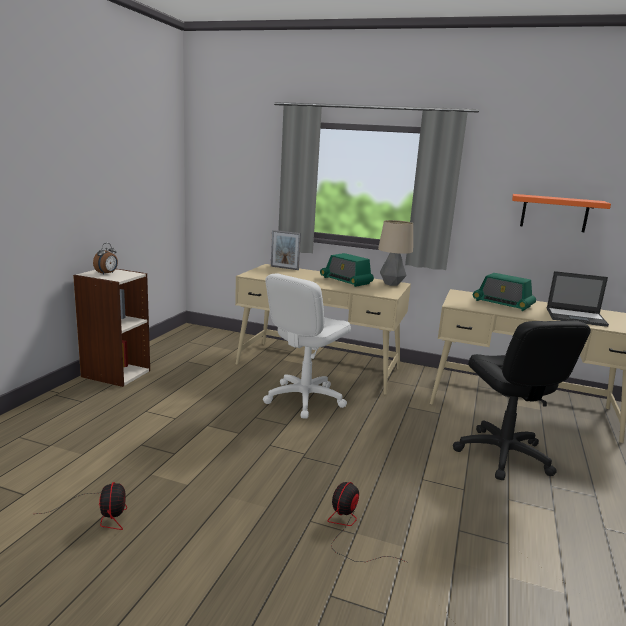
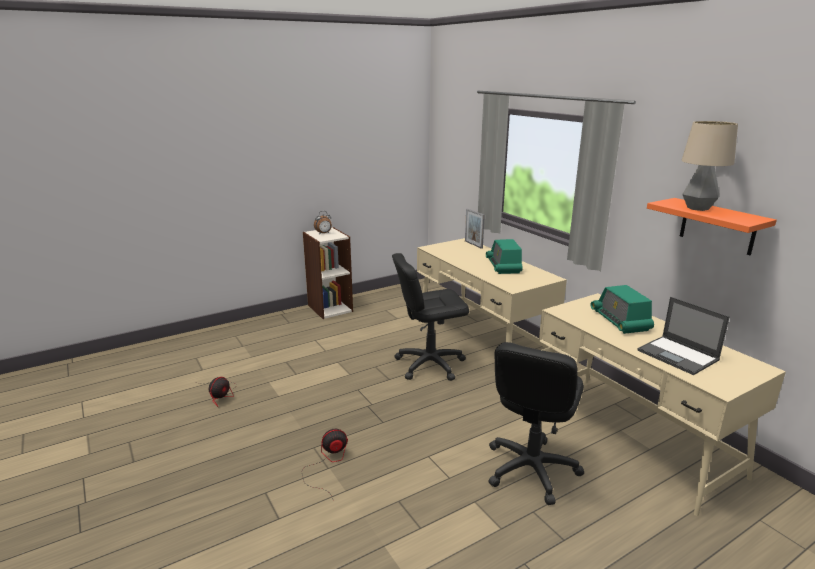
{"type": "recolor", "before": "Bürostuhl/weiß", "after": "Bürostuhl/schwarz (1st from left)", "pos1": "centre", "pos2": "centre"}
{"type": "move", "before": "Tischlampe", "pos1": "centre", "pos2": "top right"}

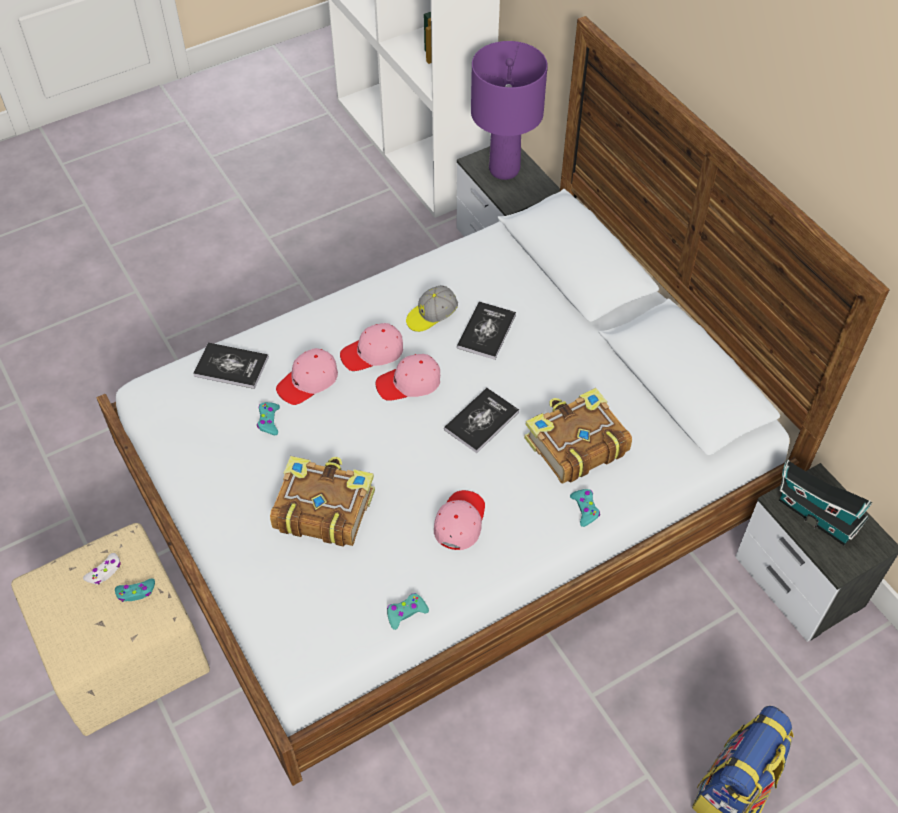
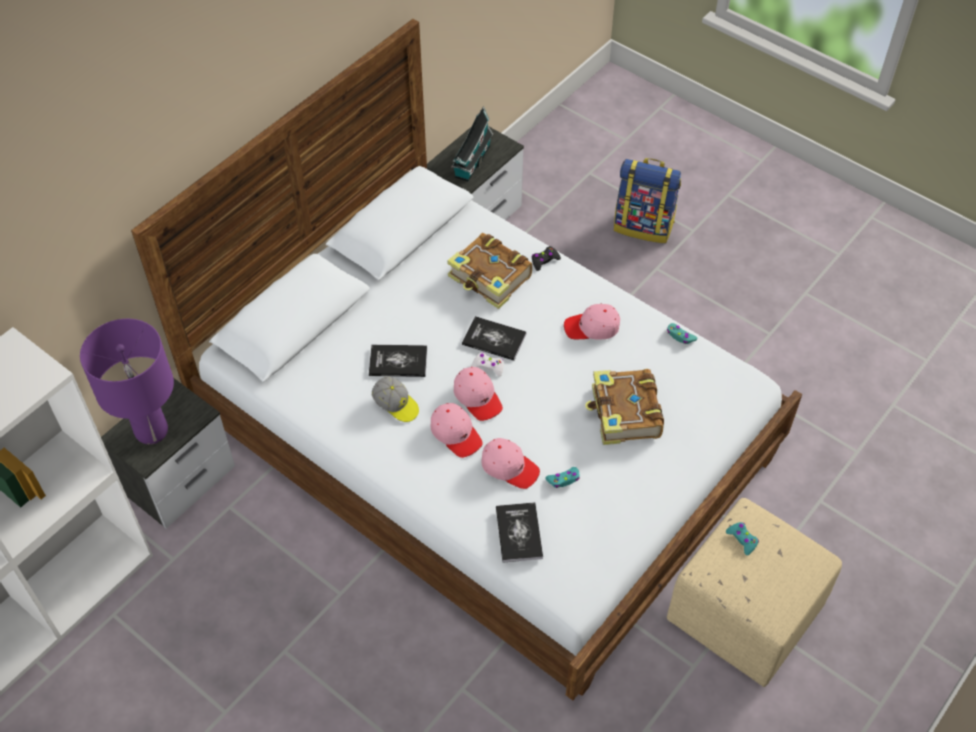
{"type": "move", "before": "Gamepad/weiß", "pos1": "bottom left", "pos2": "centre"}
{"type": "recolor", "before": "Gamepad/türkis (4th from left)", "after": "Gamepad/schwarz", "pos1": "centre", "pos2": "centre"}

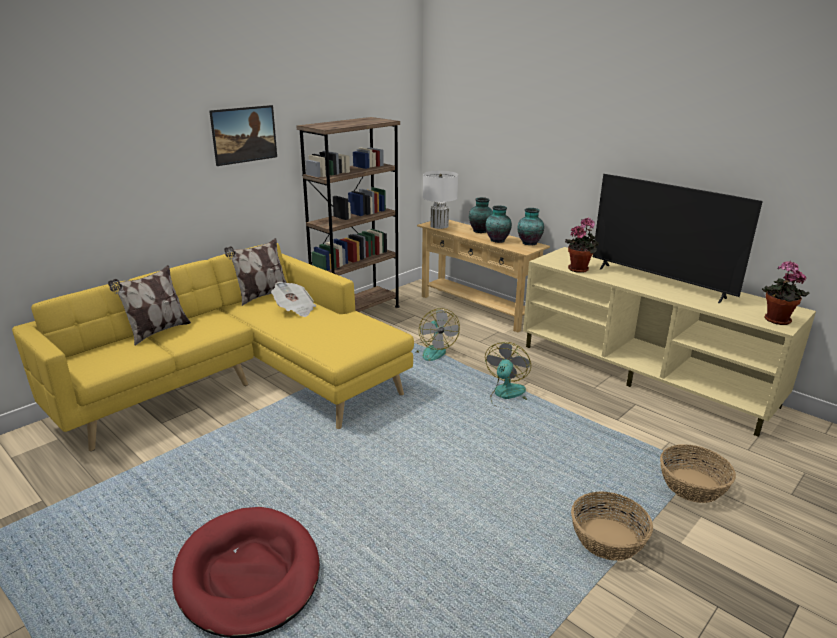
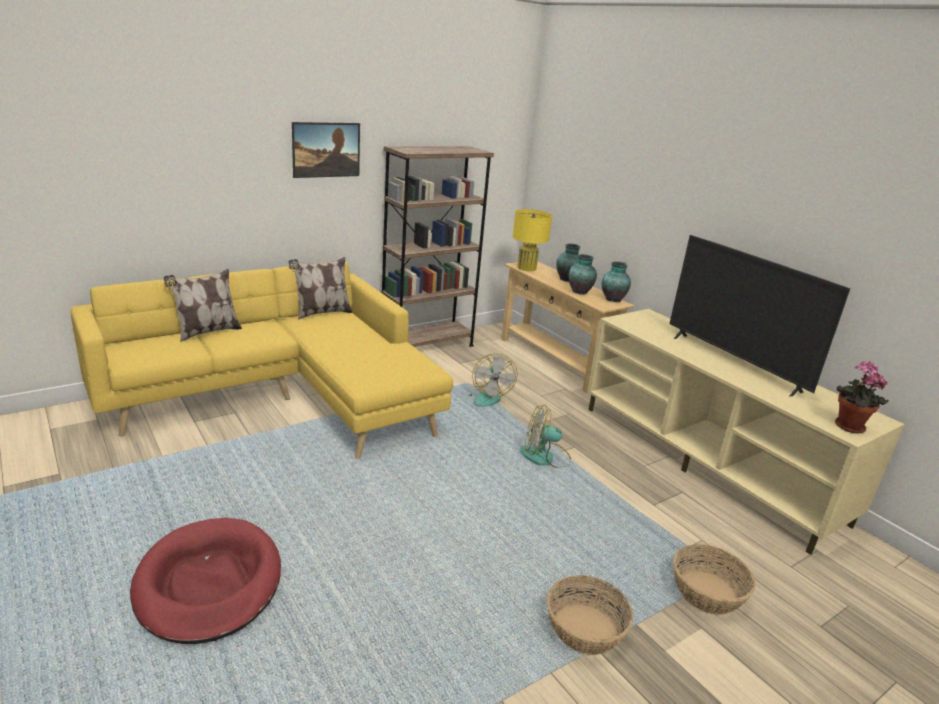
{"type": "delete", "before": "Zeitung", "pos1": "centre"}
{"type": "recolor", "before": "Tischlampe/weiß", "after": "Tischlampe/gelb", "pos1": "top centre", "pos2": "centre"}
{"type": "rotate", "before": "Ventilator (2nd from left)", "pos1": "centre", "pos2": "centre", "turn": -120}
{"type": "delete", "before": "Topfpflanze (1st from left)", "pos1": "middle right"}

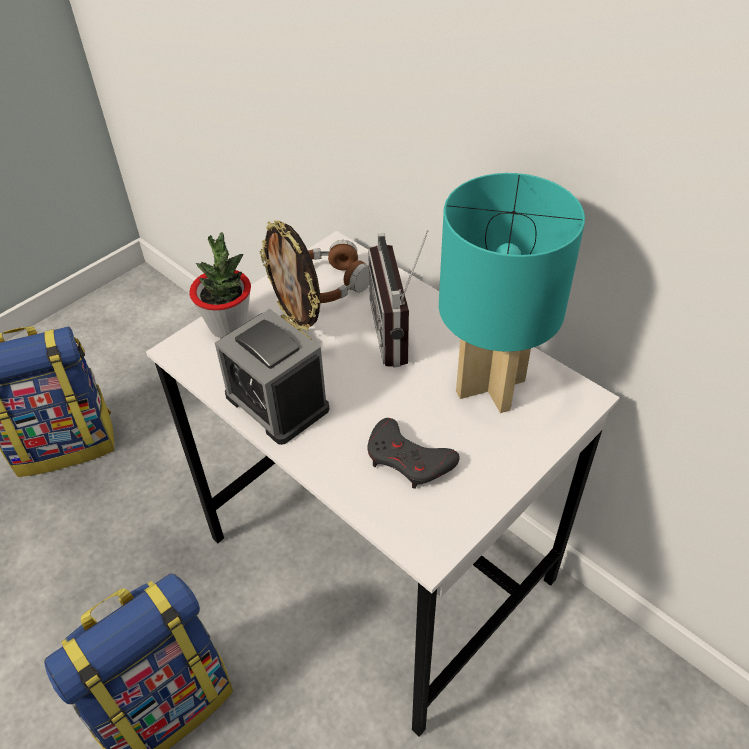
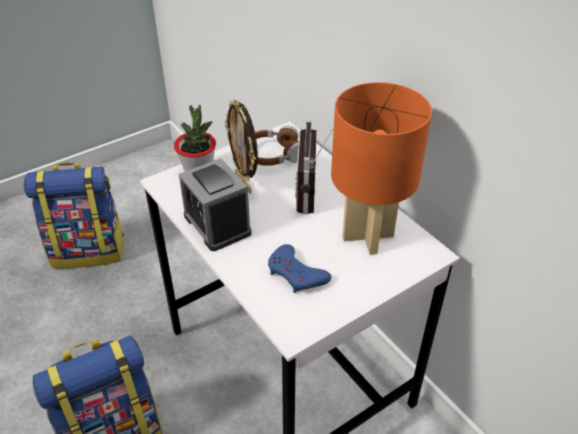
{"type": "recolor", "before": "Gamepad/grau", "after": "Gamepad/blau", "pos1": "centre", "pos2": "centre"}
{"type": "recolor", "before": "Tischlampe/türkis", "after": "Tischlampe/orange", "pos1": "middle right", "pos2": "centre"}

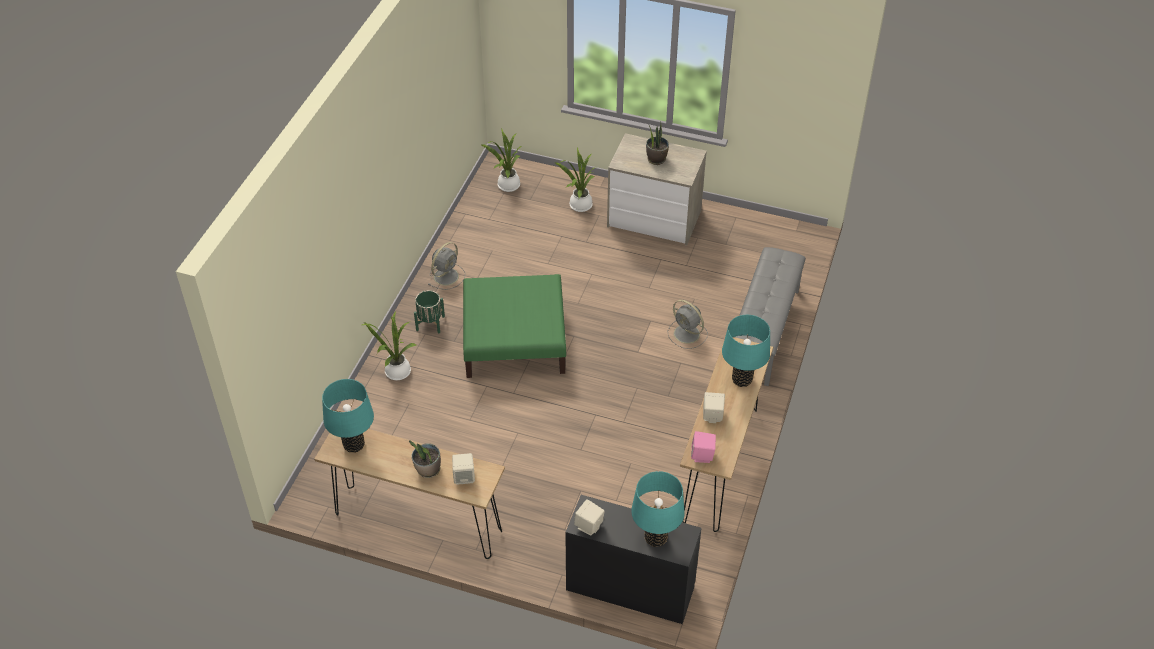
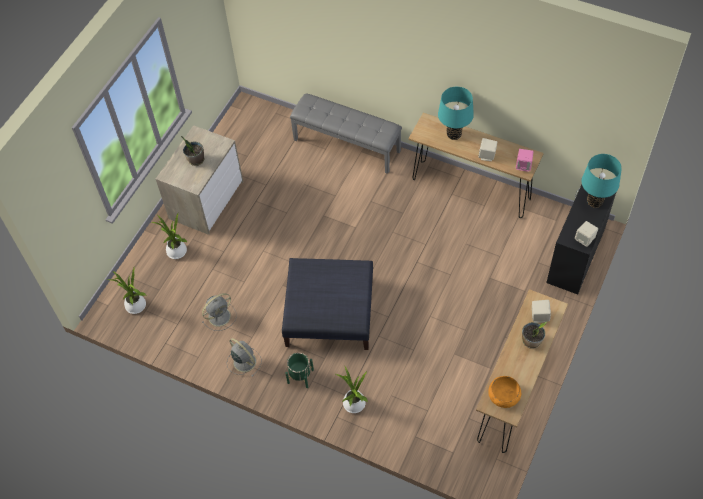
{"type": "replace", "before": "Tischlampe/türkis (1st from left)", "after": "Schüssel/orange", "pos1": "middle left", "pos2": "bottom right"}
{"type": "recolor", "before": "Polsterhocker/grün", "after": "Polsterhocker/blau", "pos1": "centre", "pos2": "centre"}
{"type": "move", "before": "Ventilator/grau (2nd from left in the first image)", "after": "Ventilator/grau (1st from left)", "pos1": "centre", "pos2": "middle left"}

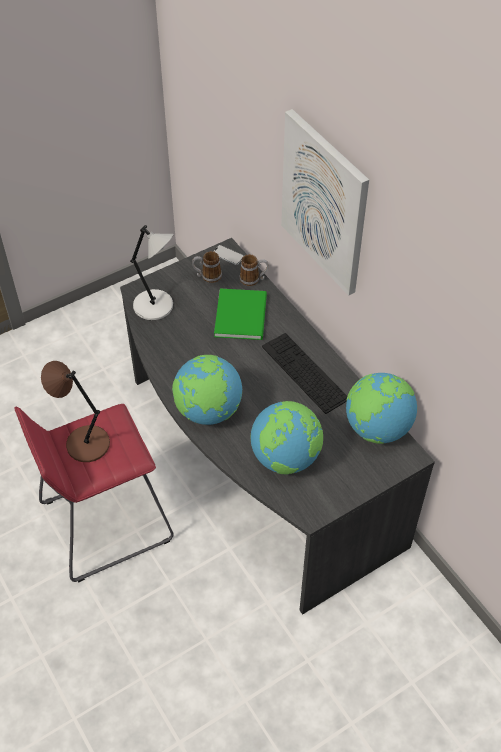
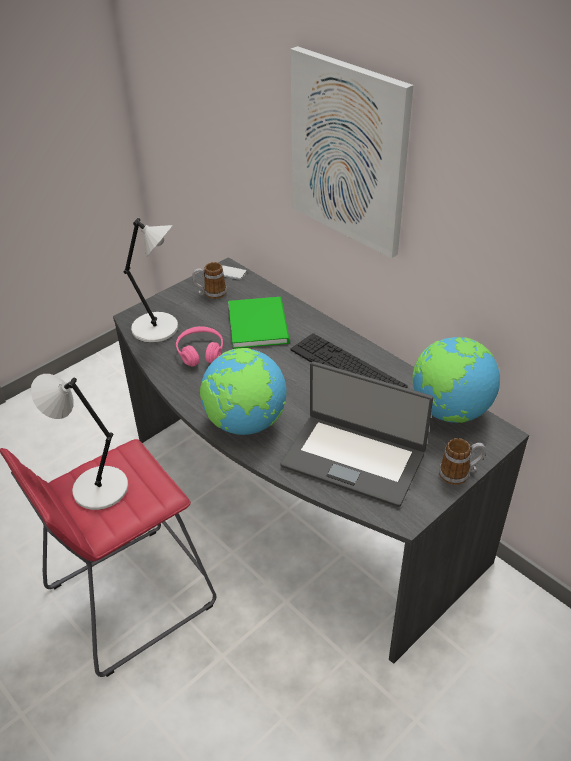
{"type": "recolor", "before": "Tischlampe/braun", "after": "Tischlampe/grau (1st from left)", "pos1": "middle left", "pos2": "middle left"}
{"type": "move", "before": "Henkelbecher (2nd from left)", "pos1": "centre", "pos2": "middle right"}
{"type": "replace", "before": "Globus (2nd from left)", "after": "Laptop", "pos1": "centre", "pos2": "centre"}
{"type": "insert", "after": "Kopfhörer/rosa", "pos2": "centre"}

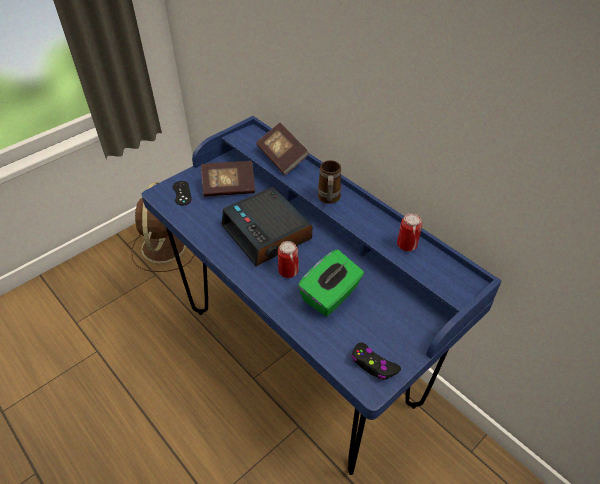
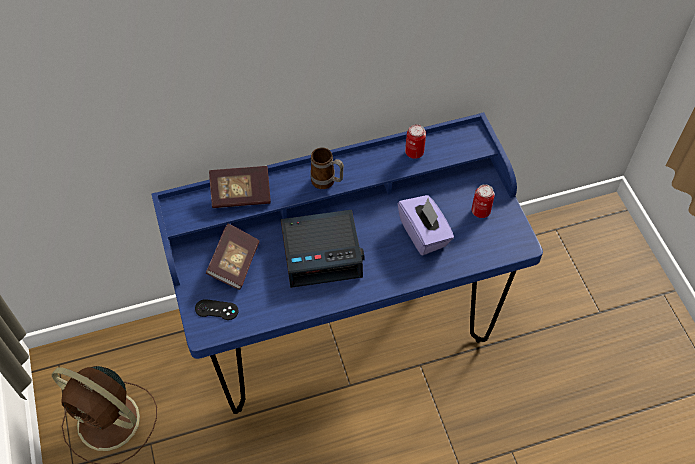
{"type": "move", "before": "Dose (1st from left in the first image)", "after": "Dose (2nd from left)", "pos1": "centre", "pos2": "middle right"}
{"type": "recolor", "before": "Taschentuchbox/grün", "after": "Taschentuchbox/lila", "pos1": "centre", "pos2": "centre"}
{"type": "delete", "before": "Gamepad/schwarz (2nd from left)", "pos1": "bottom centre"}

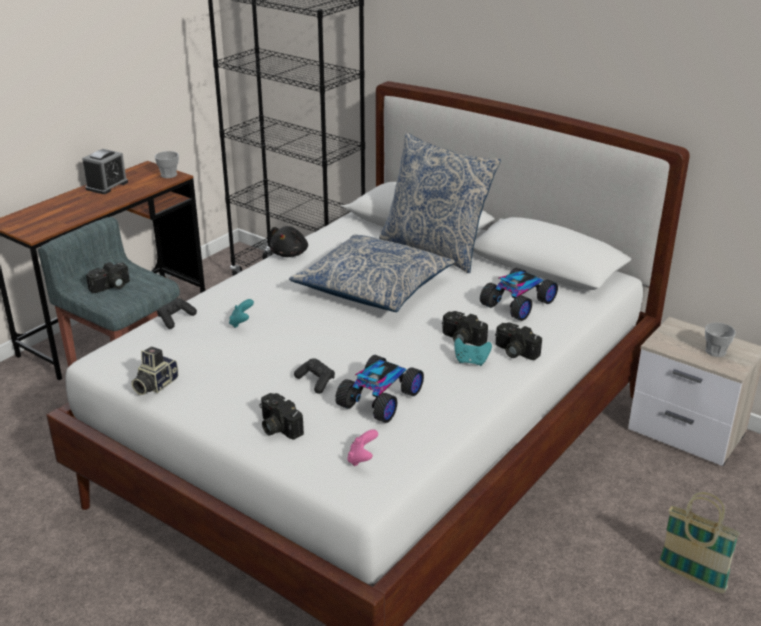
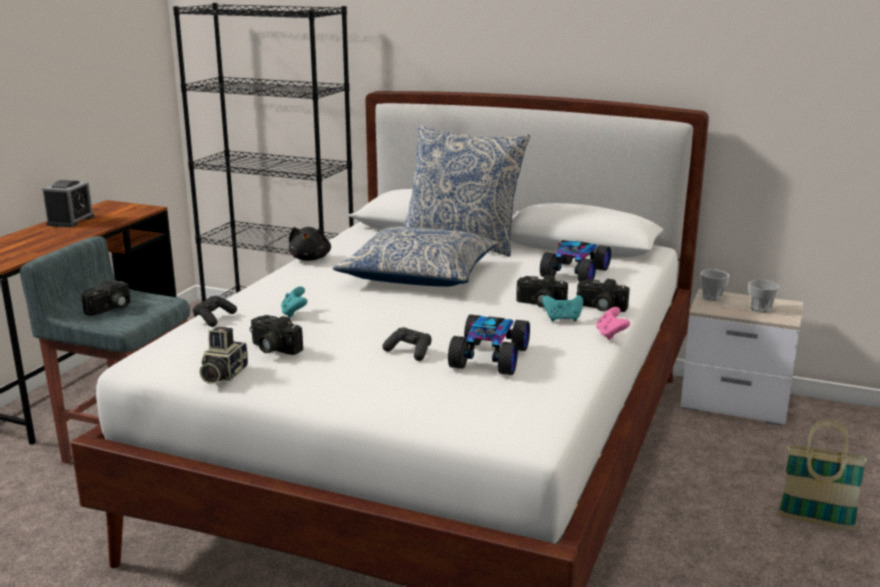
{"type": "move", "before": "Tasse (1st from left)", "pos1": "top left", "pos2": "middle right"}
{"type": "move", "before": "Kamera (3rd from left)", "pos1": "centre", "pos2": "middle left"}
{"type": "move", "before": "Gamepad/rosa", "pos1": "bottom centre", "pos2": "middle right"}

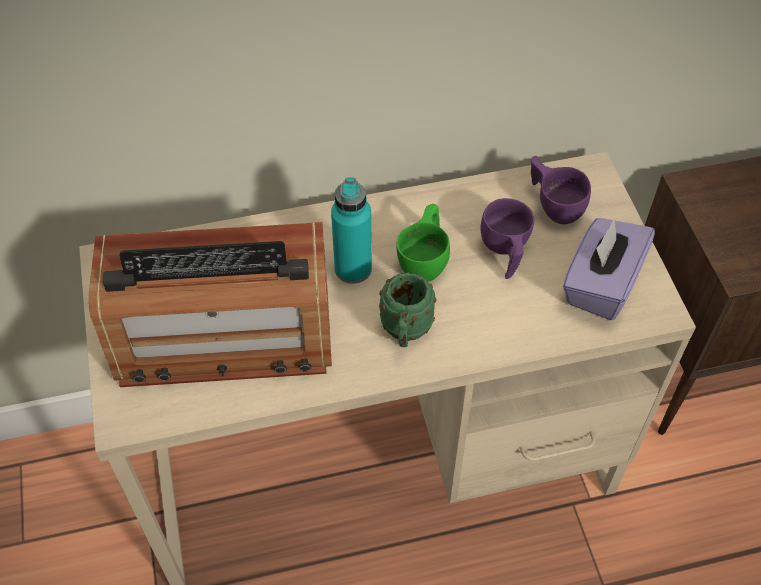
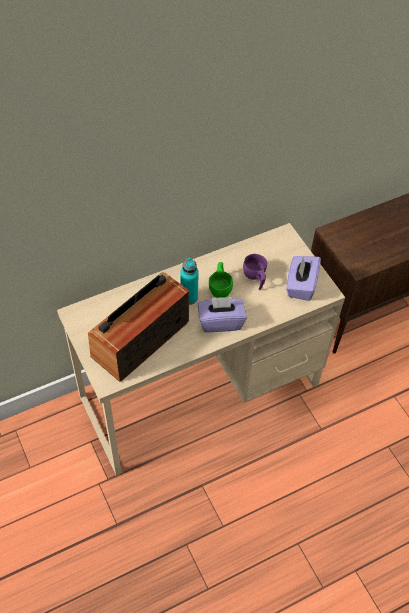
{"type": "rotate", "before": "Radio", "pos1": "middle left", "pos2": "centre", "turn": 150}
{"type": "replace", "before": "Henkelbecher/grün", "after": "Taschentuchbox/lila (1st from left)", "pos1": "centre", "pos2": "centre"}
{"type": "delete", "before": "Tasse/lila (2nd from left)", "pos1": "top right"}

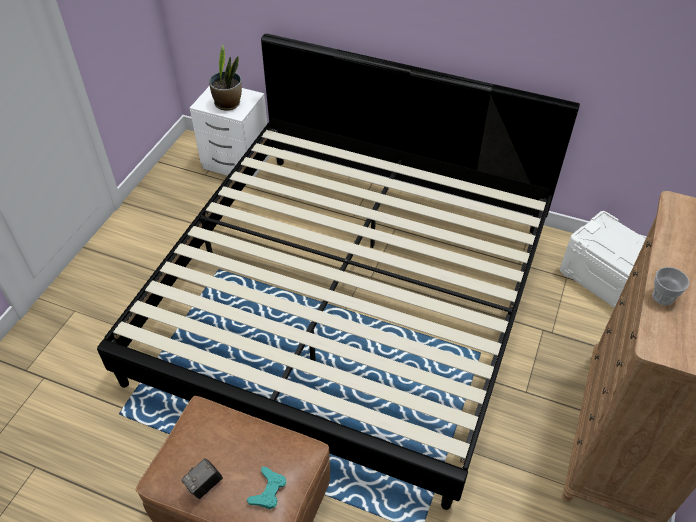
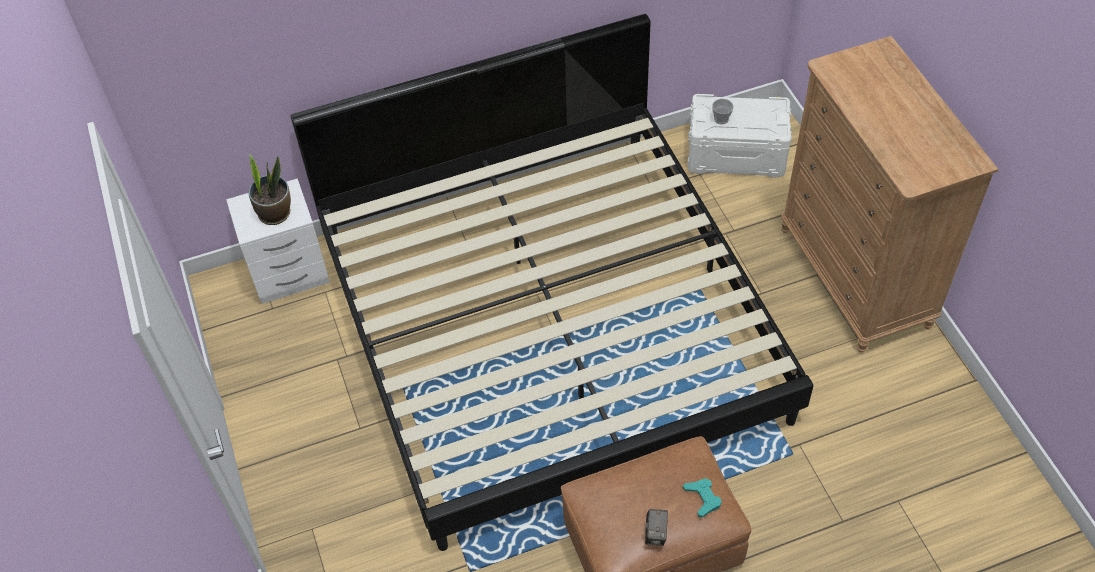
{"type": "move", "before": "Tasse", "pos1": "middle right", "pos2": "top centre"}

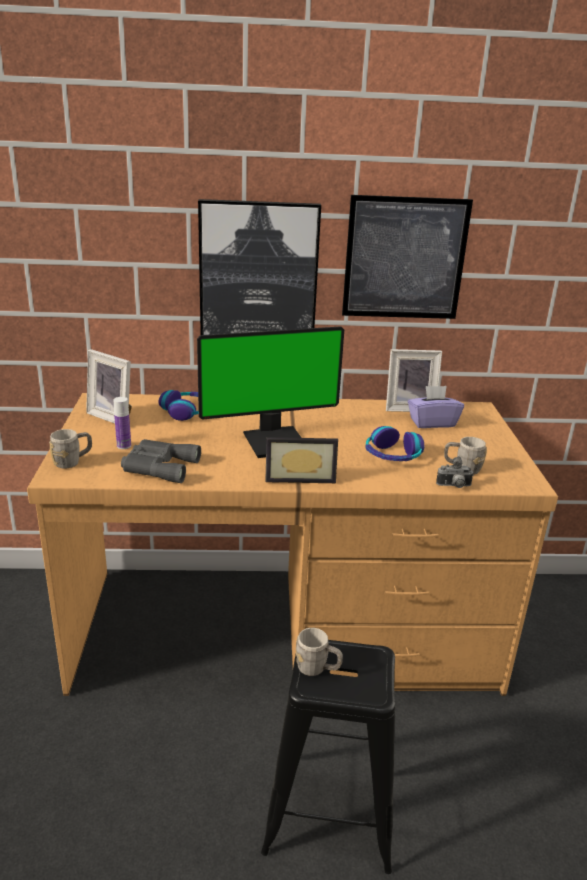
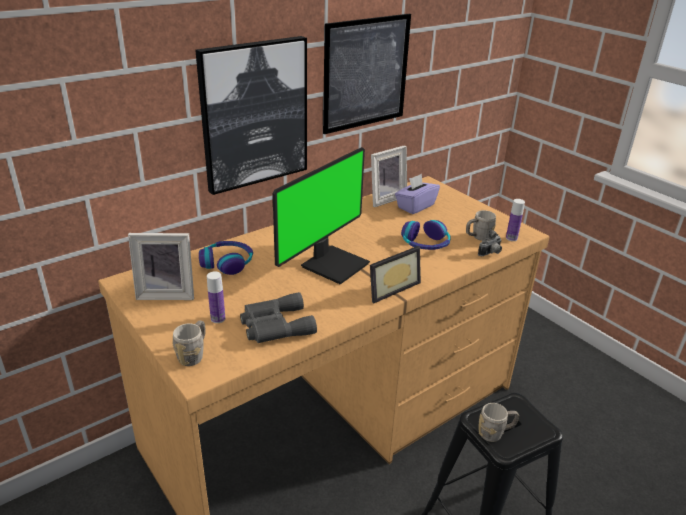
{"type": "insert", "after": "Flasche (2nd from left)", "pos2": "middle right"}

